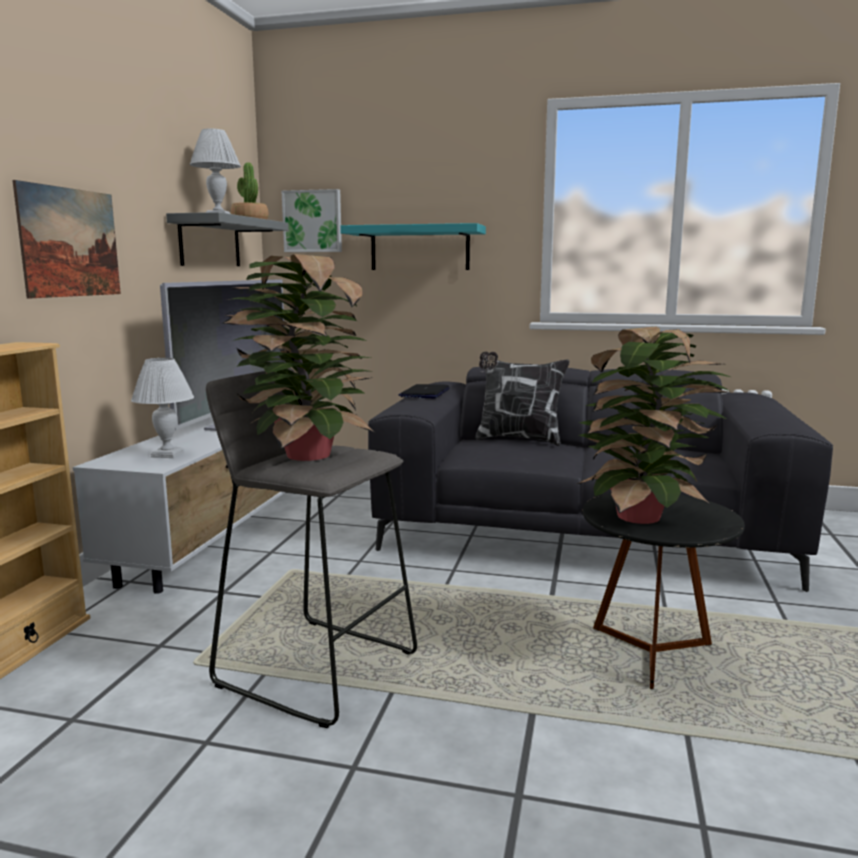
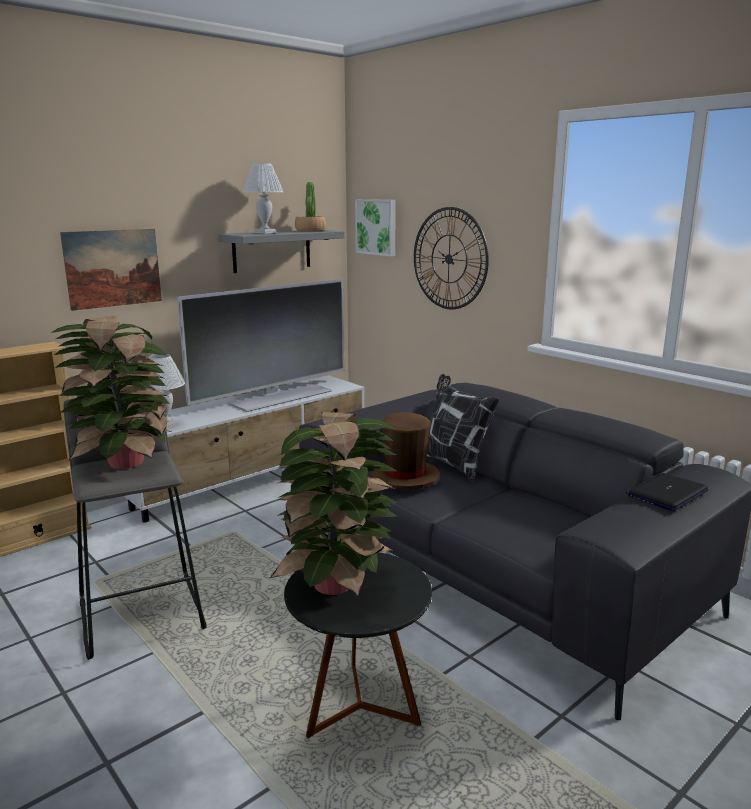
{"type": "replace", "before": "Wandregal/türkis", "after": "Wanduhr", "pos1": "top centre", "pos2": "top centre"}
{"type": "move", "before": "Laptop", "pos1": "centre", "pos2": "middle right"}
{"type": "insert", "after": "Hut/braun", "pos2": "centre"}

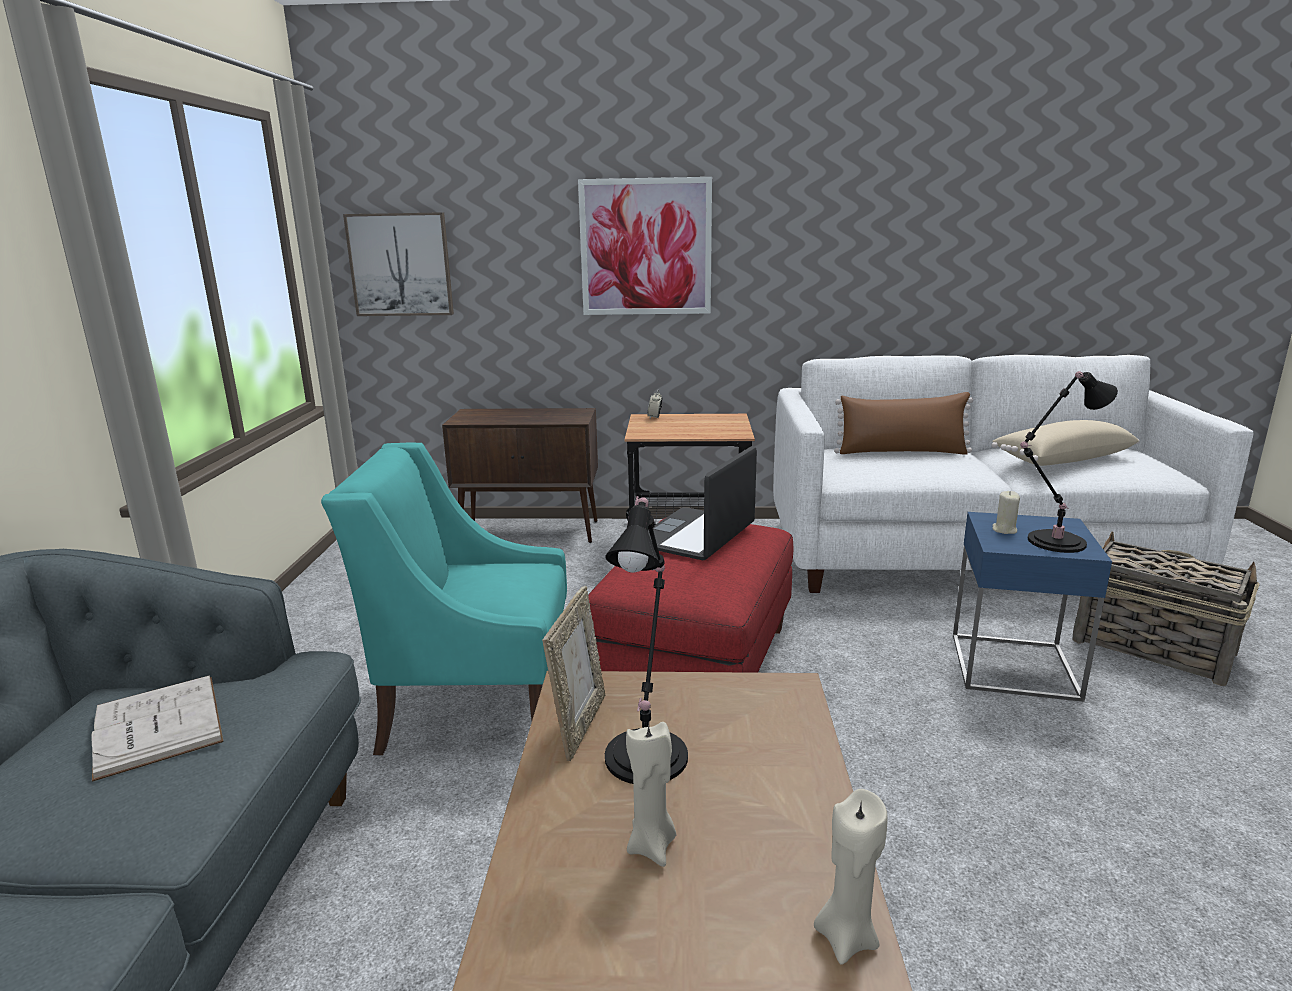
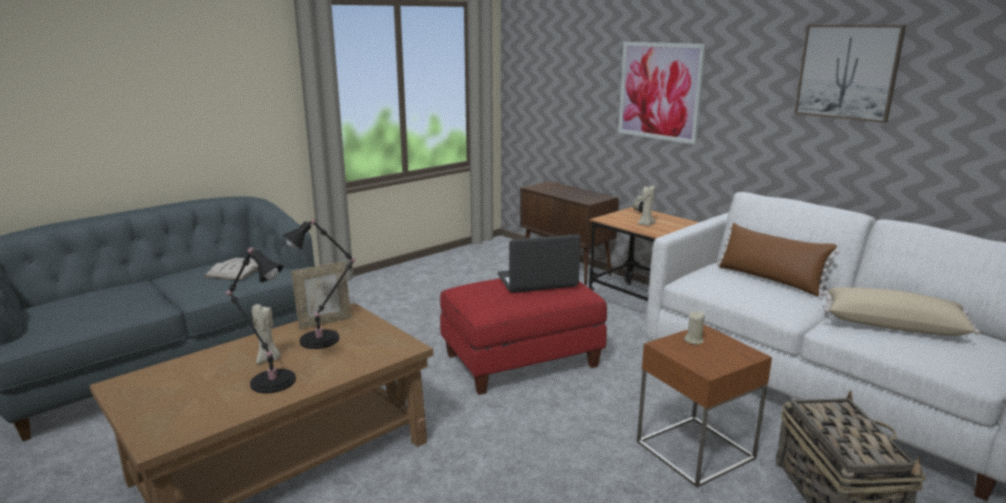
{"type": "delete", "before": "Sessel/türkis", "pos1": "centre"}
{"type": "move", "before": "Bild (1st from left in the first image)", "after": "Bild (2nd from left)", "pos1": "top left", "pos2": "top right"}
{"type": "move", "before": "Kerze/beige (2nd from left)", "pos1": "bottom centre", "pos2": "centre"}
{"type": "recolor", "before": "Beistelltisch/blau", "after": "Beistelltisch/braun", "pos1": "middle right", "pos2": "bottom right"}
{"type": "move", "before": "Tischlampe/schwarz (2nd from left in the first image)", "after": "Tischlampe/schwarz (1st from left)", "pos1": "middle right", "pos2": "middle left"}

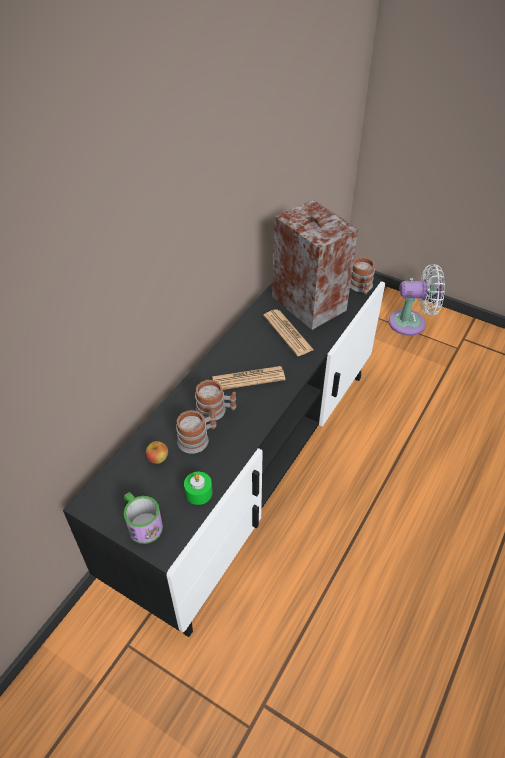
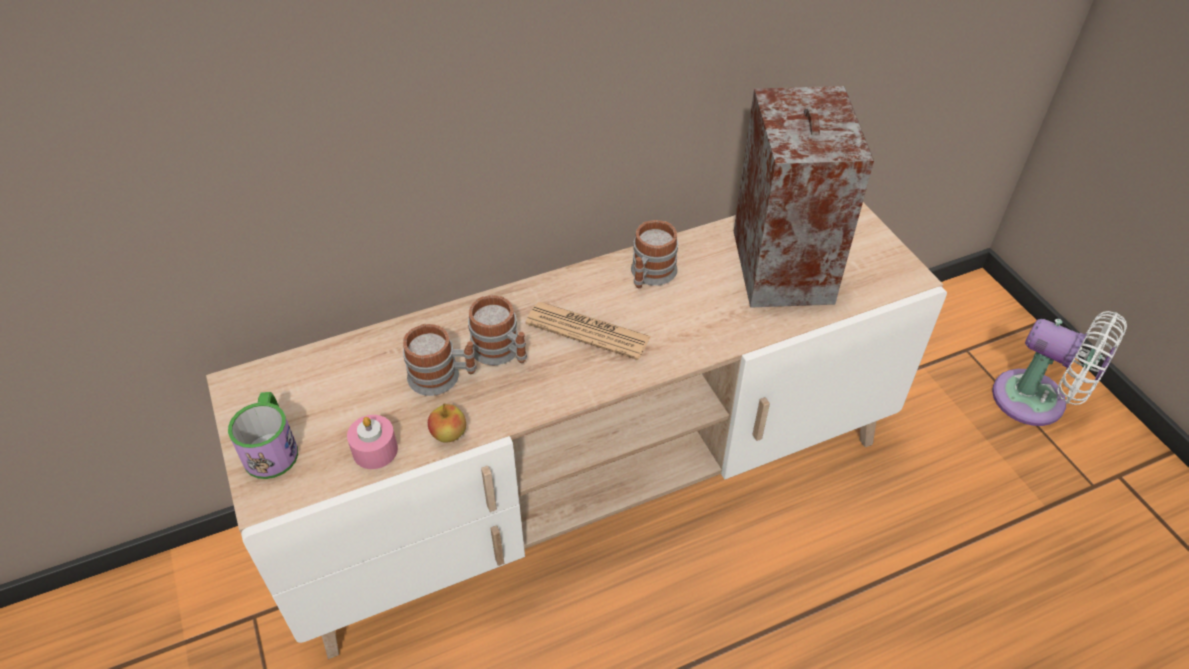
{"type": "recolor", "before": "Fernsehschrank/schwarz", "after": "Fernsehschrank/beige", "pos1": "centre", "pos2": "centre"}
{"type": "move", "before": "Apfel", "pos1": "middle left", "pos2": "centre"}
{"type": "recolor", "before": "Kerze/grün", "after": "Kerze/rosa", "pos1": "centre", "pos2": "middle left"}
{"type": "delete", "before": "Zeitung (2nd from left)", "pos1": "centre"}
{"type": "move", "before": "Henkelbecher (4th from left)", "pos1": "middle right", "pos2": "centre"}

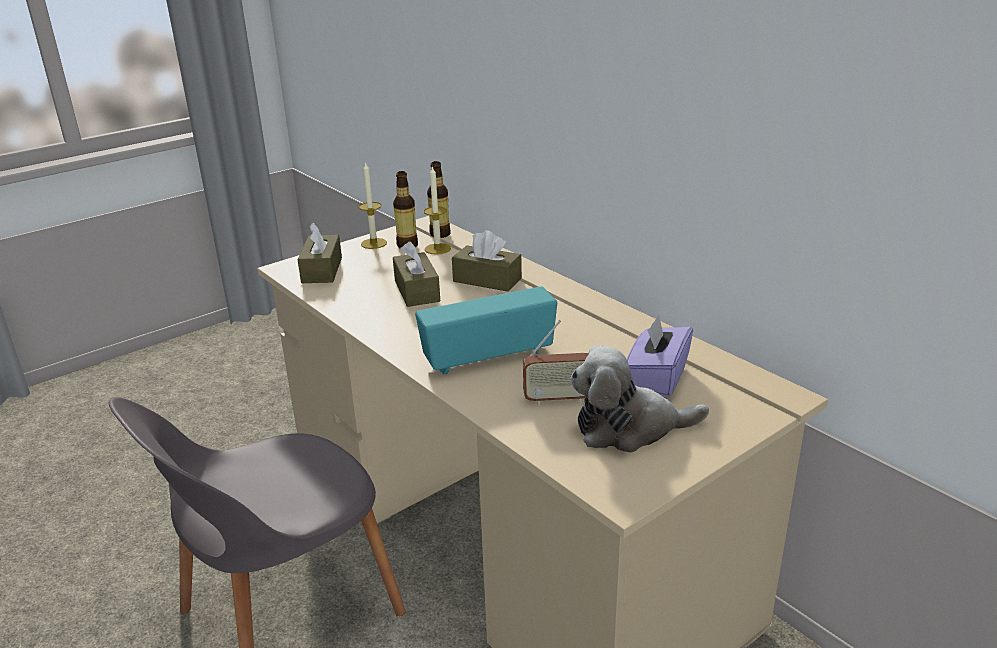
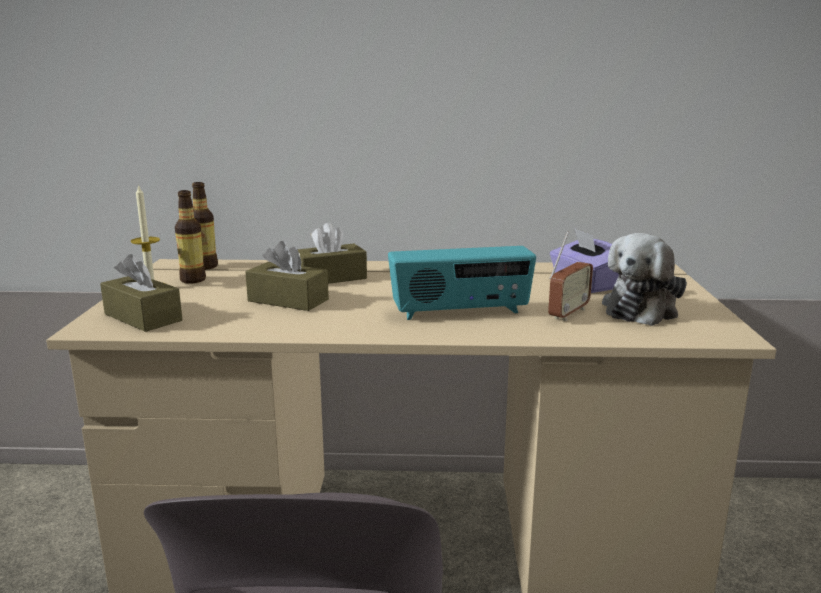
{"type": "rotate", "before": "Radio (1st from left)", "pos1": "centre", "pos2": "centre", "turn": -120}
{"type": "delete", "before": "Kerze (2nd from left)", "pos1": "top centre"}

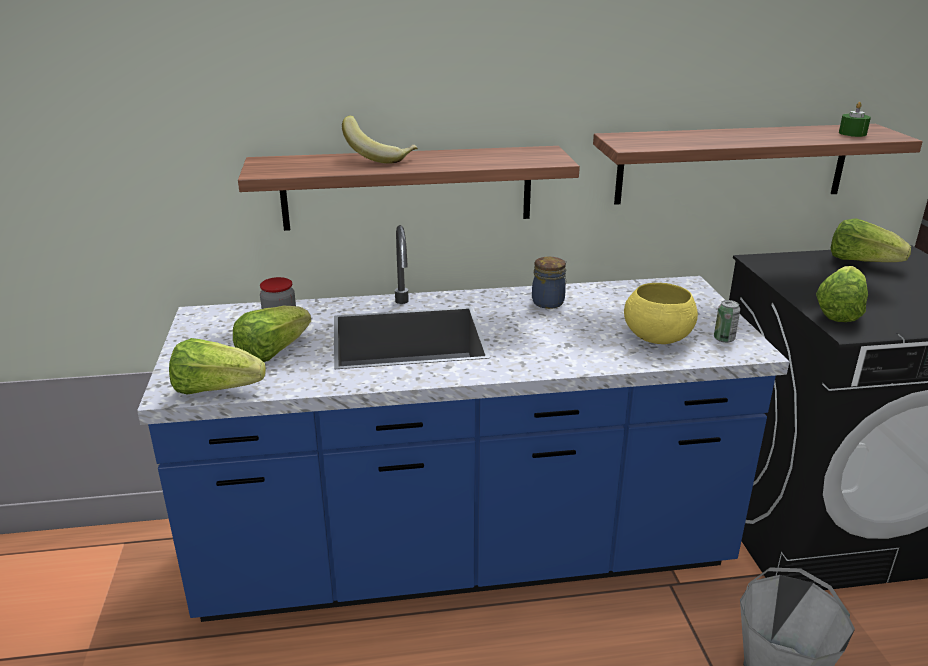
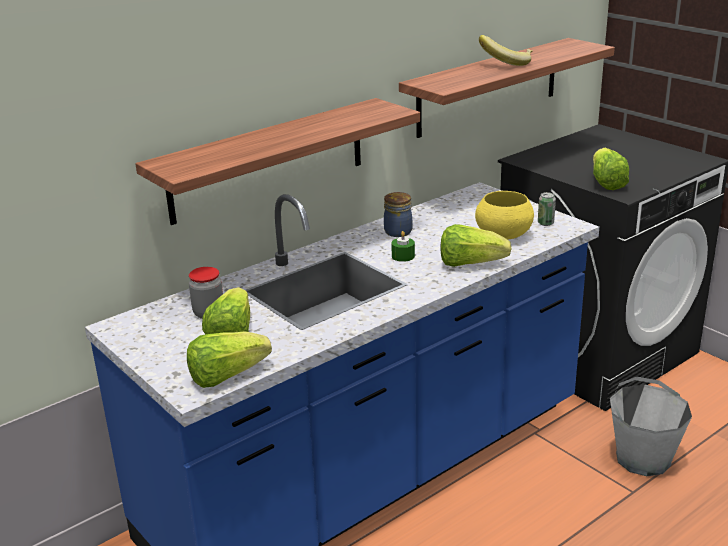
{"type": "move", "before": "Banane", "pos1": "top centre", "pos2": "top right"}
{"type": "move", "before": "Salatkopf (4th from left in the first image)", "after": "Salatkopf (3rd from left)", "pos1": "middle right", "pos2": "centre"}
{"type": "move", "before": "Kerze/grün", "pos1": "top right", "pos2": "centre"}

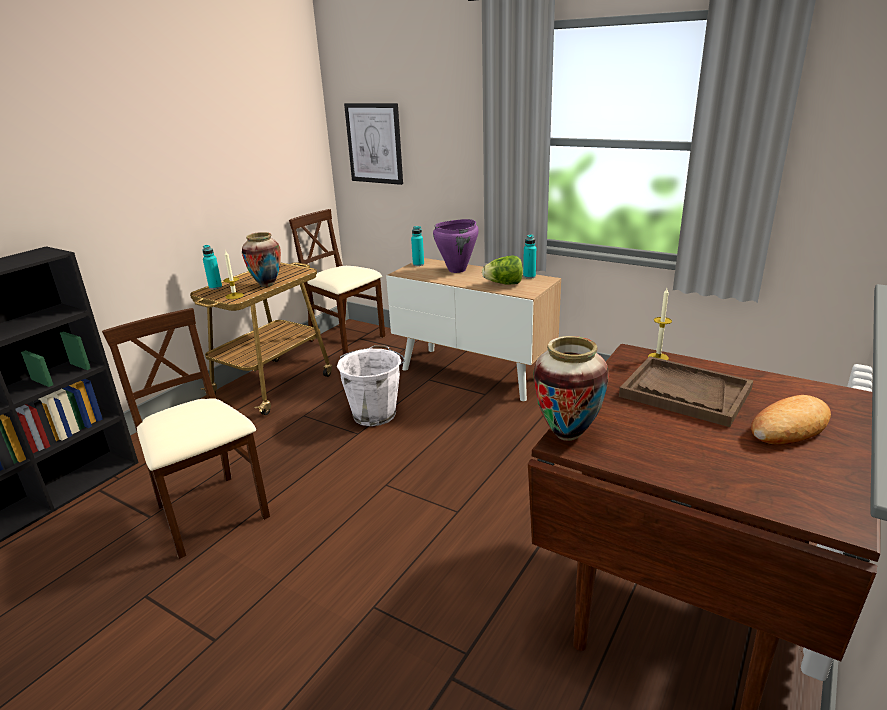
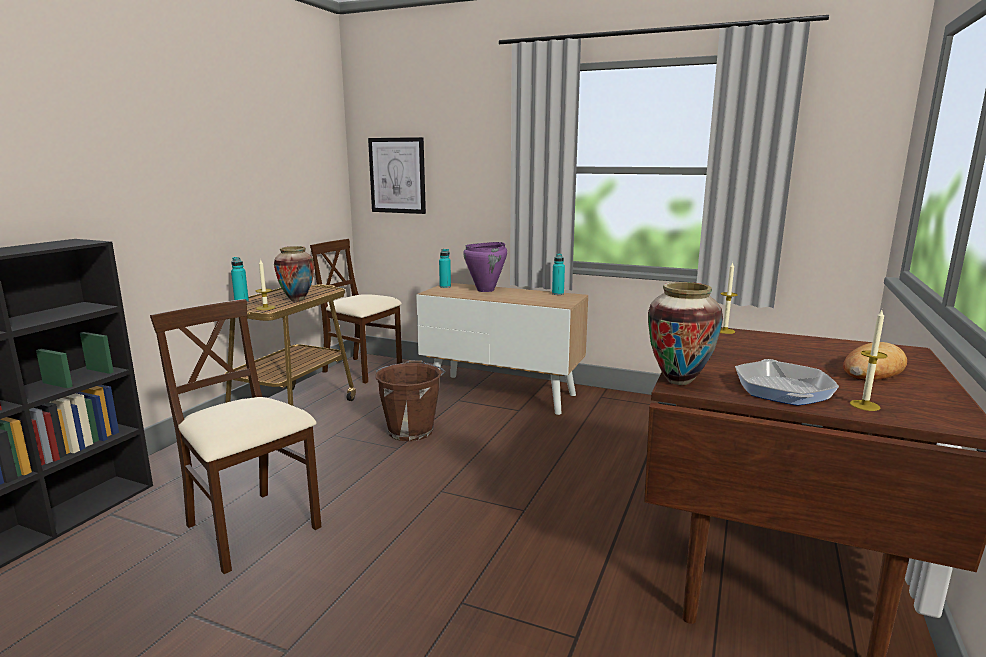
{"type": "recolor", "before": "Eimer/weiß", "after": "Eimer/braun", "pos1": "centre", "pos2": "centre"}
{"type": "delete", "before": "Salatkopf", "pos1": "centre"}
{"type": "delete", "before": "Tablett/braun", "pos1": "middle right"}
{"type": "insert", "after": "Pfanne", "pos2": "middle right"}
{"type": "insert", "after": "Kerze (3rd from left)", "pos2": "middle right"}

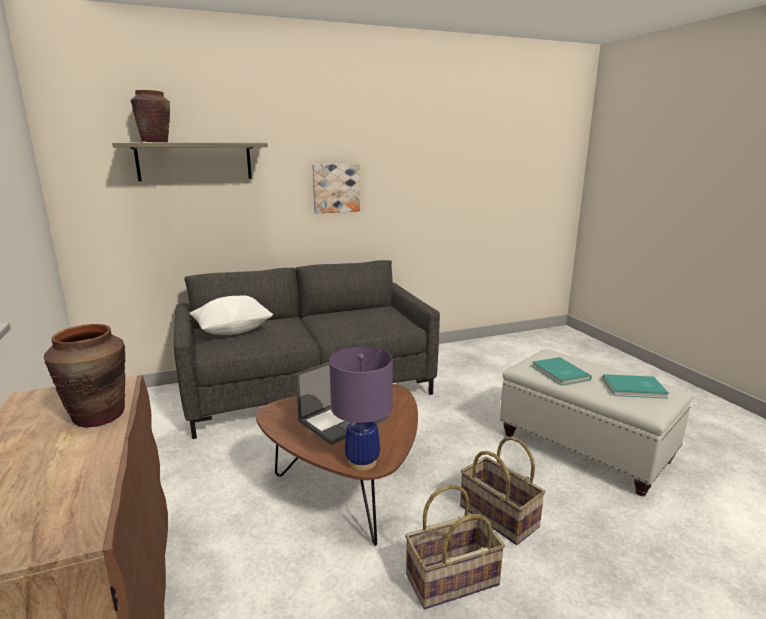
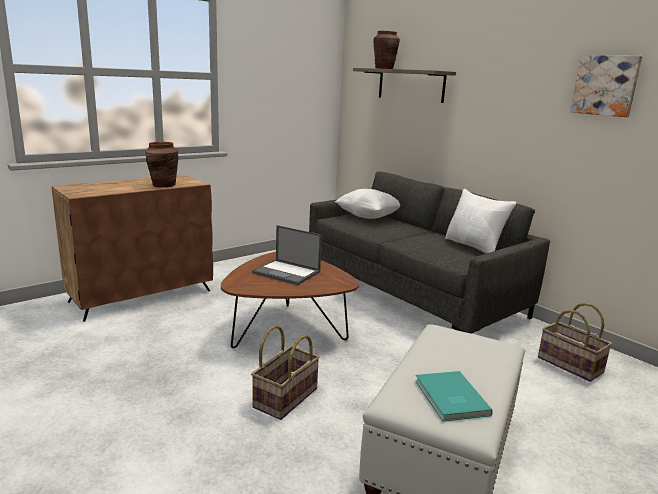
{"type": "move", "before": "Bild", "pos1": "top centre", "pos2": "top right"}
{"type": "delete", "before": "Tischlampe/lila", "pos1": "centre"}
{"type": "move", "before": "Korb (1st from left in the first image)", "after": "Korb (2nd from left)", "pos1": "bottom centre", "pos2": "bottom right"}
{"type": "delete", "before": "Buch/türkis (1st from left)", "pos1": "middle right"}
{"type": "insert", "after": "Kissen/weiß (2nd from left)", "pos2": "middle right"}

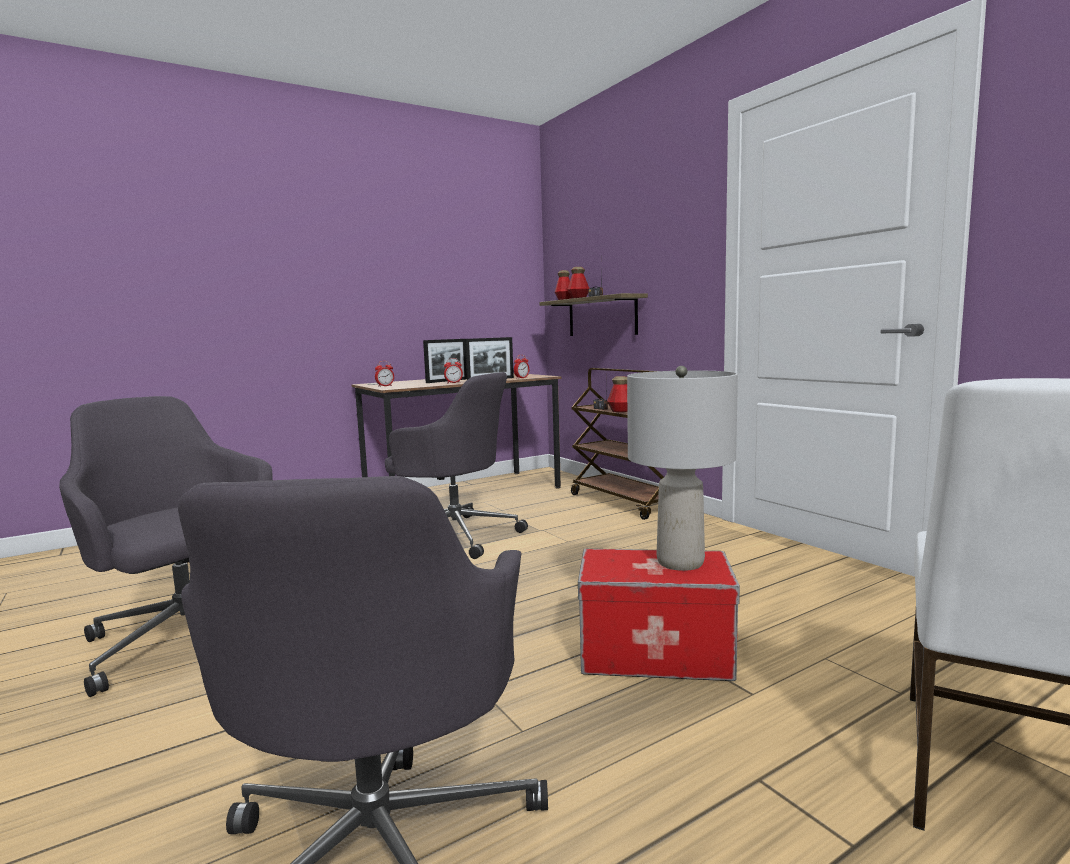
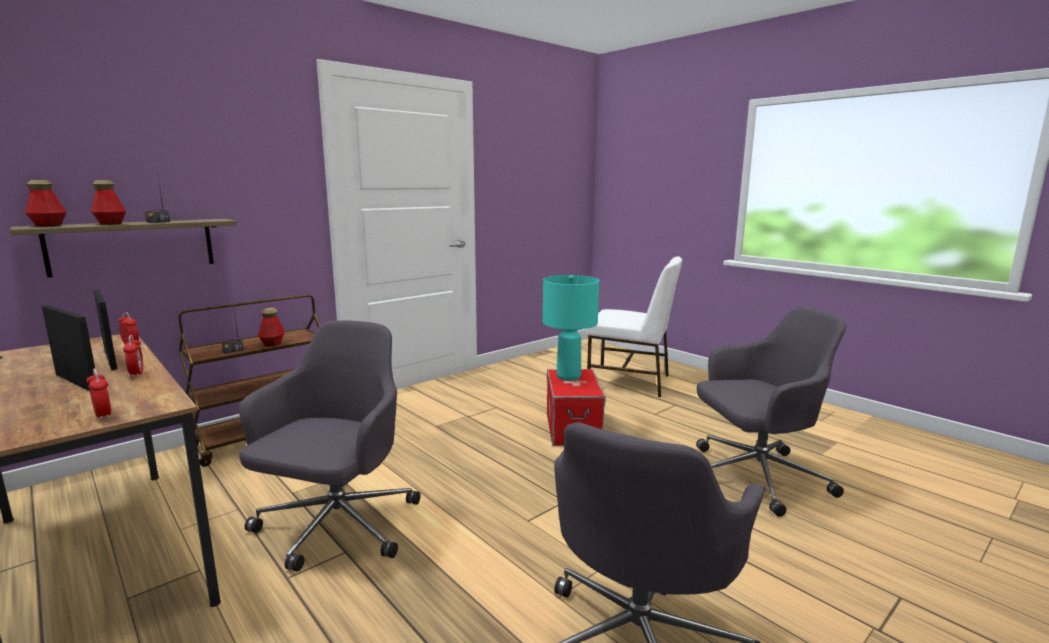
{"type": "recolor", "before": "Tischlampe/grau", "after": "Tischlampe/türkis", "pos1": "centre", "pos2": "centre"}

